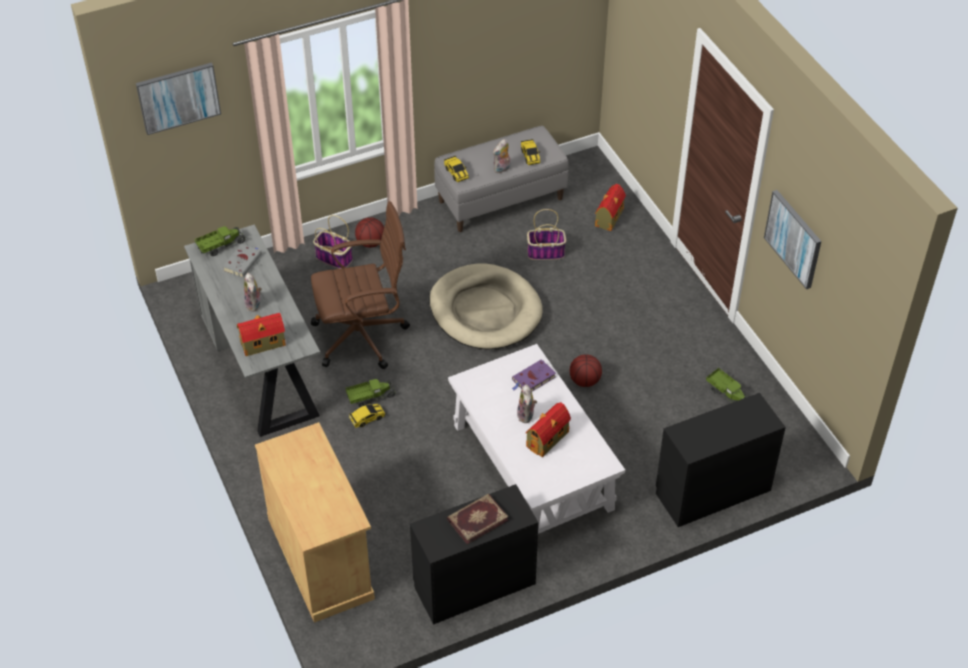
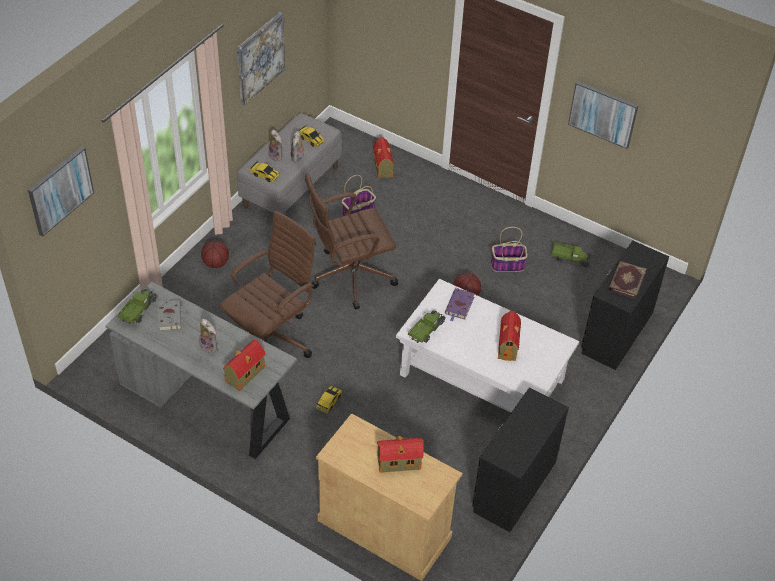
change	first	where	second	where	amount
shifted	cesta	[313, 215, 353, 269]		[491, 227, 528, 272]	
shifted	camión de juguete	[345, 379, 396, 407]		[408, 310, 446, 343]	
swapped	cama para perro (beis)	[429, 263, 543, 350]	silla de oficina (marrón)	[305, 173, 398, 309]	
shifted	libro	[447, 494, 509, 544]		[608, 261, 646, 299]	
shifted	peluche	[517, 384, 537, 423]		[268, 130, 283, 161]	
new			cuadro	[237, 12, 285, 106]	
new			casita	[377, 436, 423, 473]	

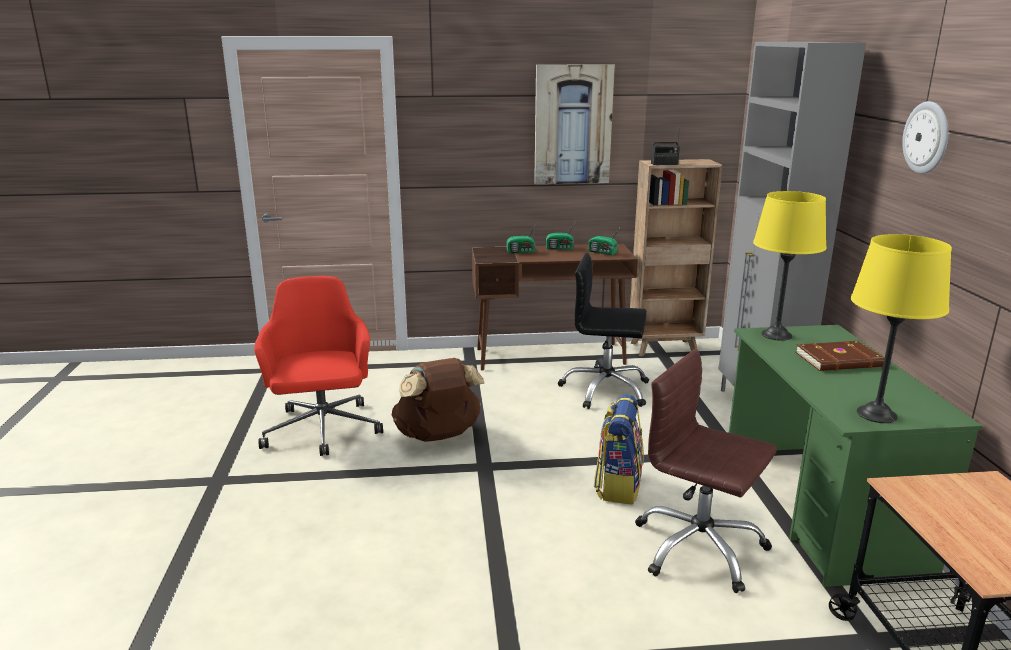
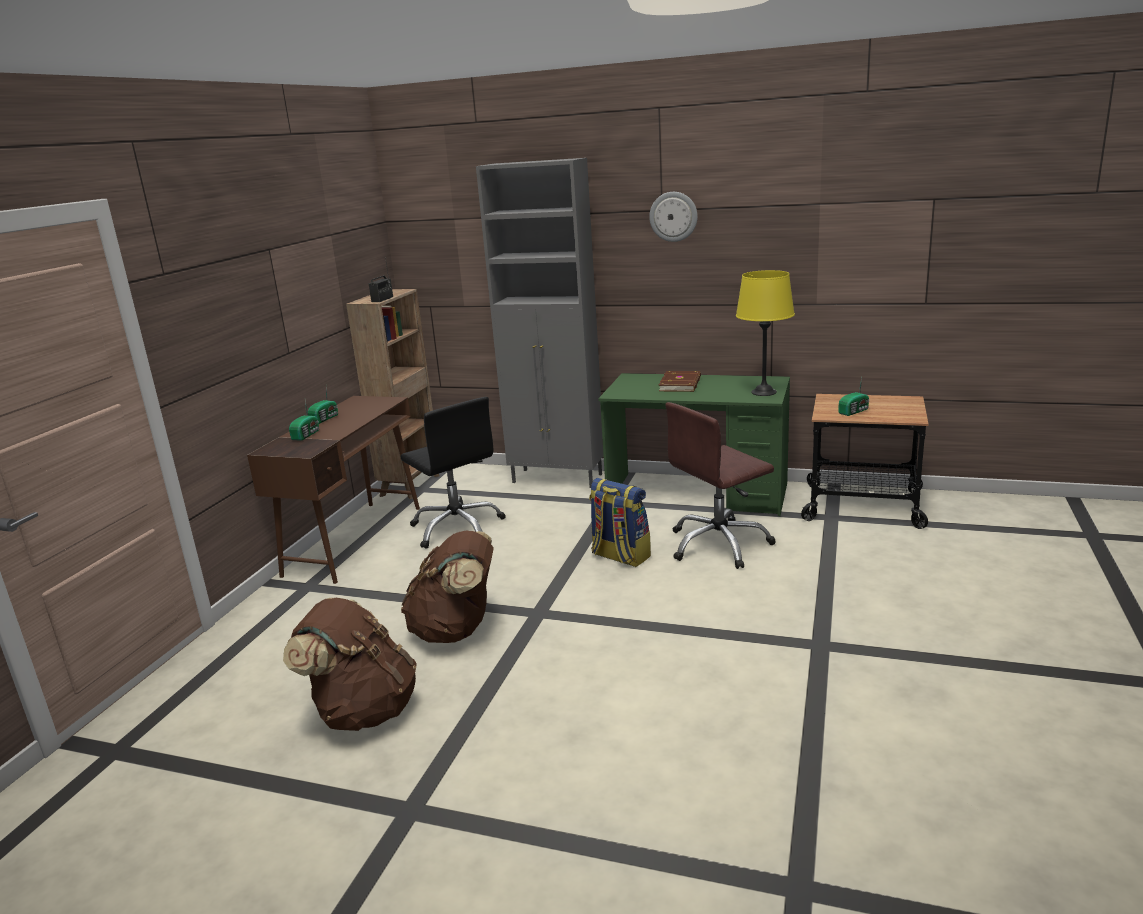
change	first	where	second	where	amount
swapped	silla de oficina (rojo)	[254, 276, 383, 456]	mochila (marrón)	[283, 598, 417, 731]	
gone	cuadro	[534, 64, 615, 184]			
rotated	silla de oficina (negro)	[558, 253, 649, 409]		[401, 397, 506, 549]	75 degrees counterclockwise
shifted	radio	[588, 226, 621, 255]		[838, 378, 869, 416]	
gone	lámpara de mesa (amarillo)	[753, 191, 827, 341]			

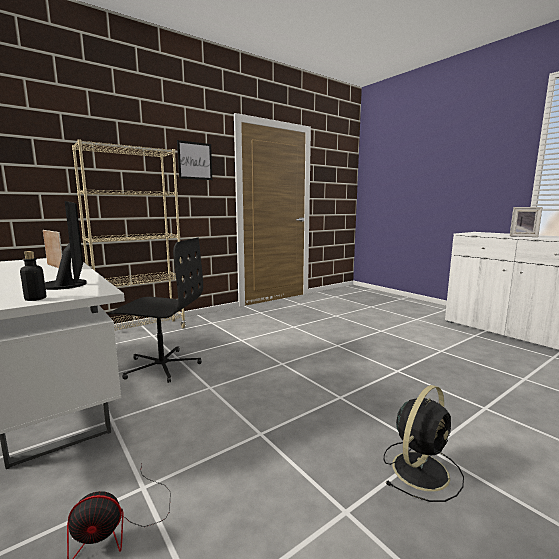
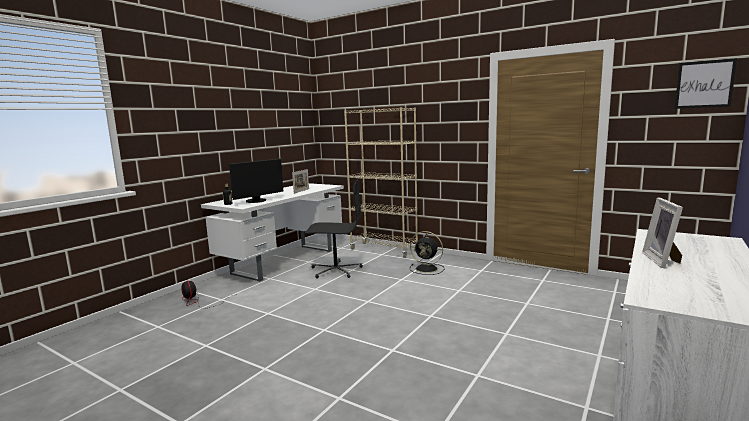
change	first	where	second	where	amount
rotated	silla de oficina (negro)	[108, 237, 203, 383]		[305, 178, 363, 278]	75 degrees counterclockwise
shifted	cuadro	[177, 140, 212, 180]		[675, 58, 737, 109]	
shifted	ventilador (negro)	[384, 385, 464, 502]		[410, 231, 444, 275]	

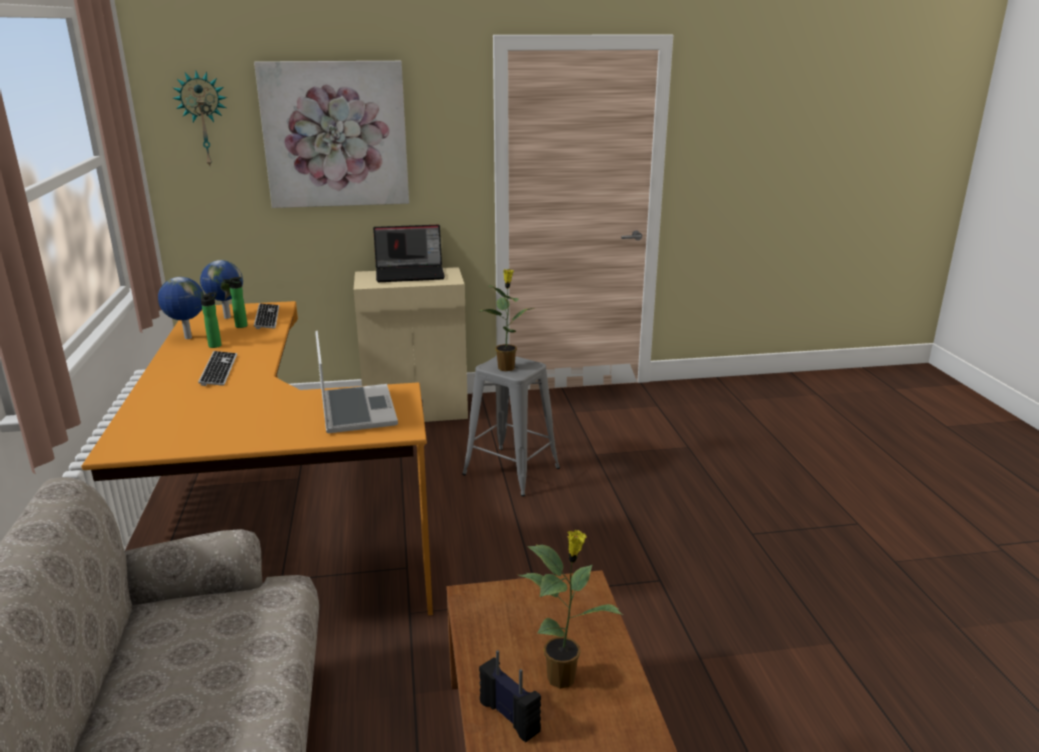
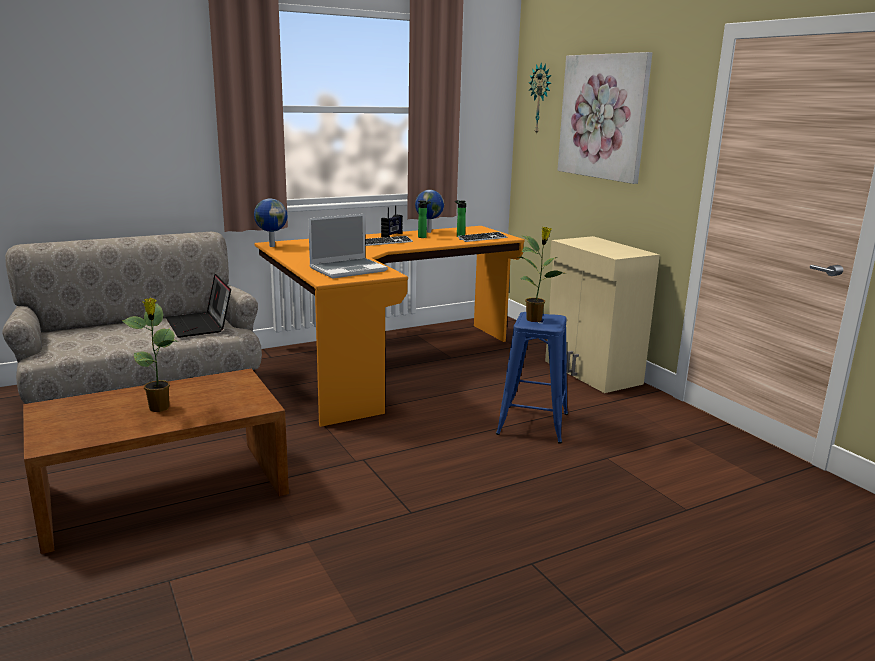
change	first	where	second	where	amount
shifted	globo terráqueo	[200, 260, 243, 319]		[254, 199, 287, 247]	
shifted	portátil	[373, 225, 445, 282]		[165, 274, 231, 338]	
repainted	taburete (gris)	[462, 356, 560, 496]	taburete (azul)	[496, 312, 568, 444]	
shifted	radio	[479, 650, 541, 742]		[381, 206, 403, 237]	

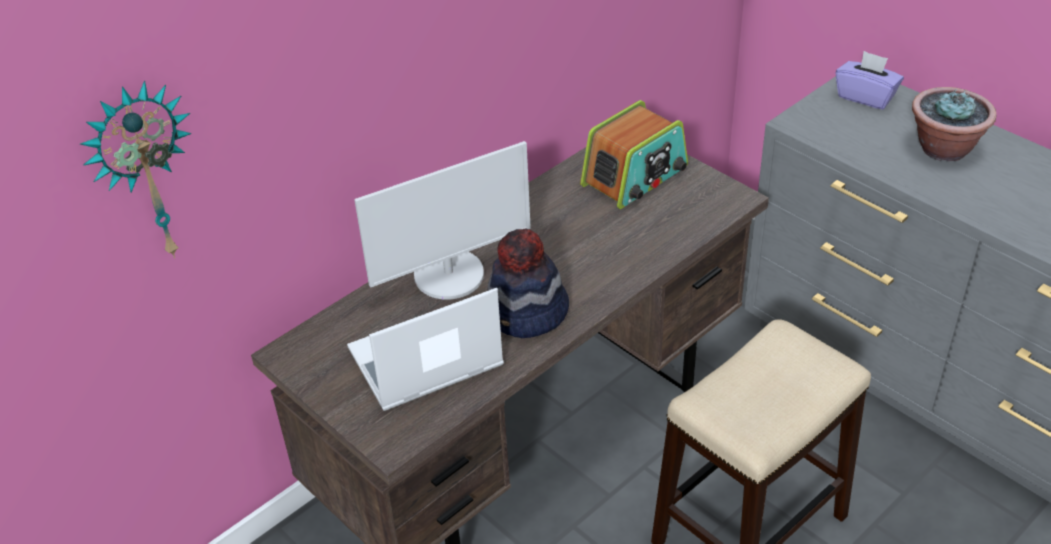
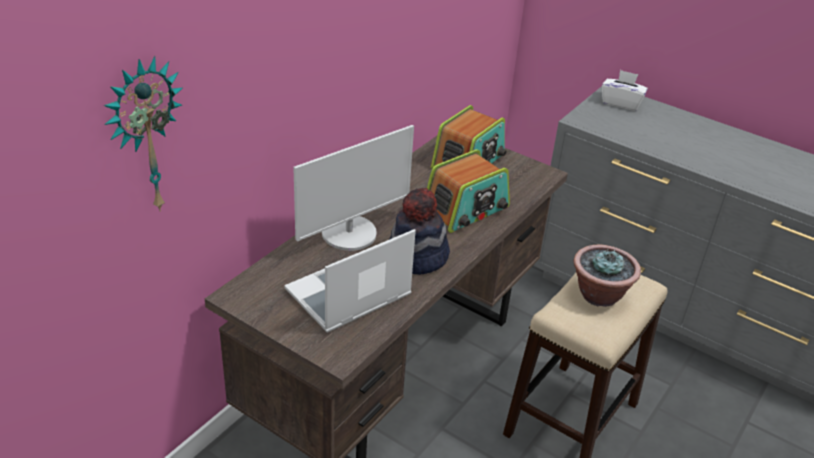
change	first	where	second	where	amount
repainted	caja de pañuelos (morado)	[836, 51, 904, 110]	caja de pañuelos (blanco)	[602, 70, 648, 111]	
shifted	planta en maceta	[912, 87, 996, 161]		[574, 245, 641, 307]	
new			radio	[427, 149, 510, 233]	

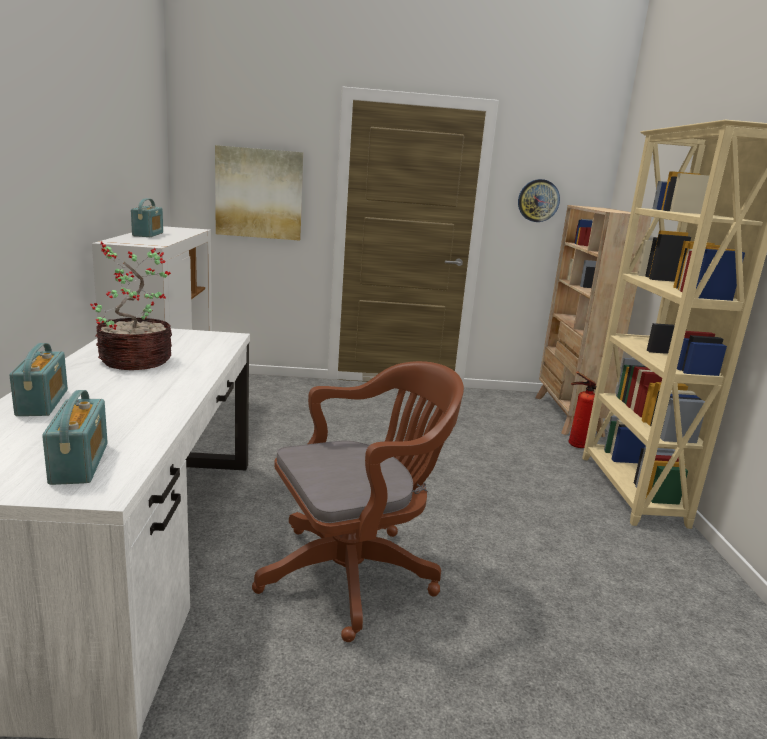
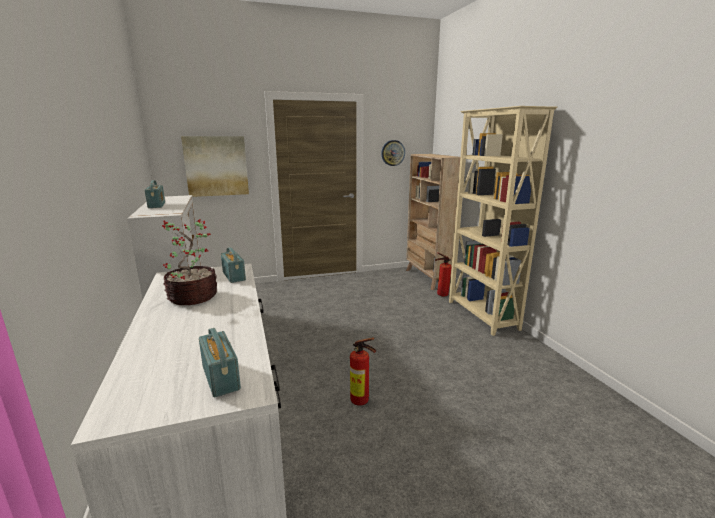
change	first	where	second	where	amount
shifted	radio	[9, 343, 68, 416]		[221, 247, 246, 283]	
swapped	silla de oficina (marrón)	[252, 361, 464, 642]	extintor	[350, 337, 376, 406]	

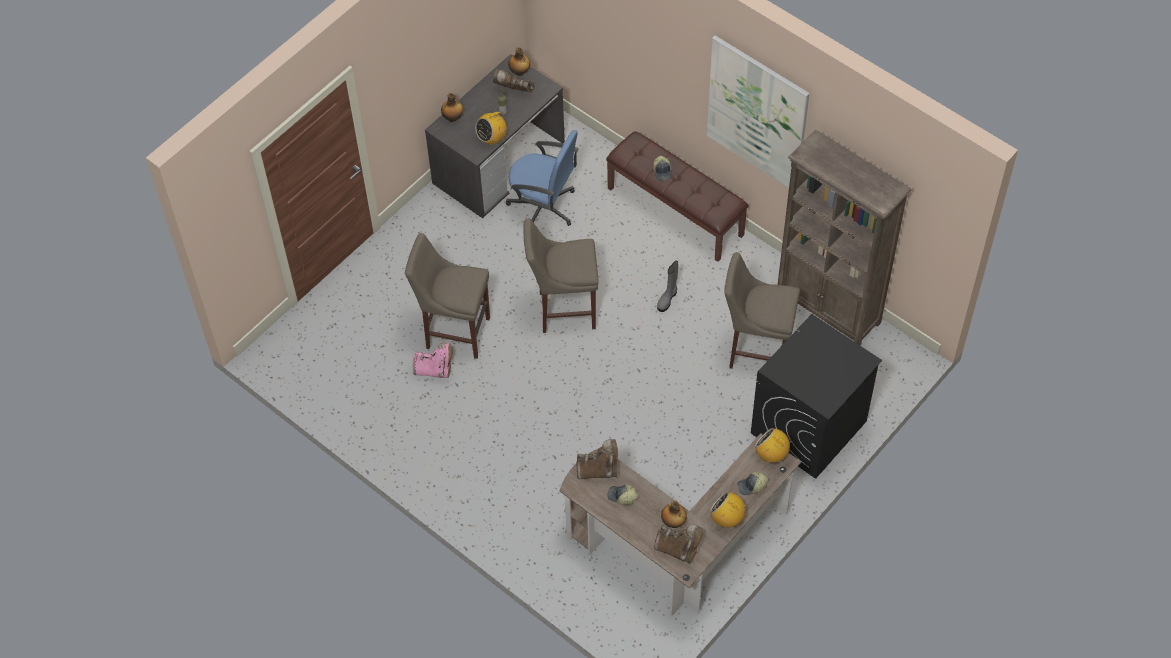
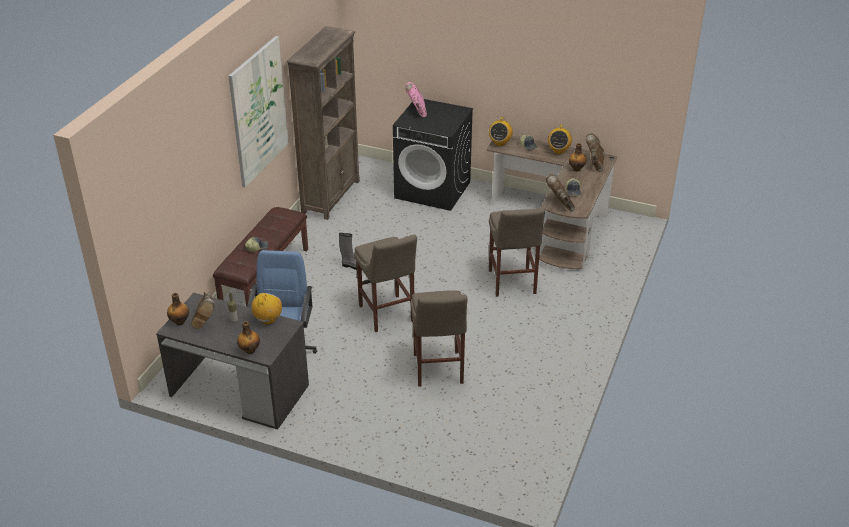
change	first	where	second	where	amount
shifted	bota (rosa)	[413, 342, 452, 378]		[405, 82, 427, 118]	
rotated	radio	[475, 111, 507, 145]		[251, 293, 282, 324]	105 degrees counterclockwise
shifted	taburete (beis)	[724, 252, 800, 369]		[489, 208, 545, 297]	

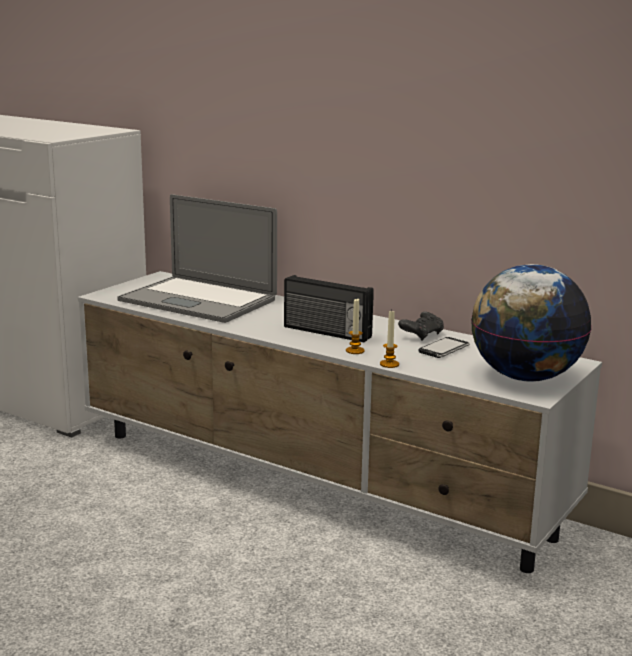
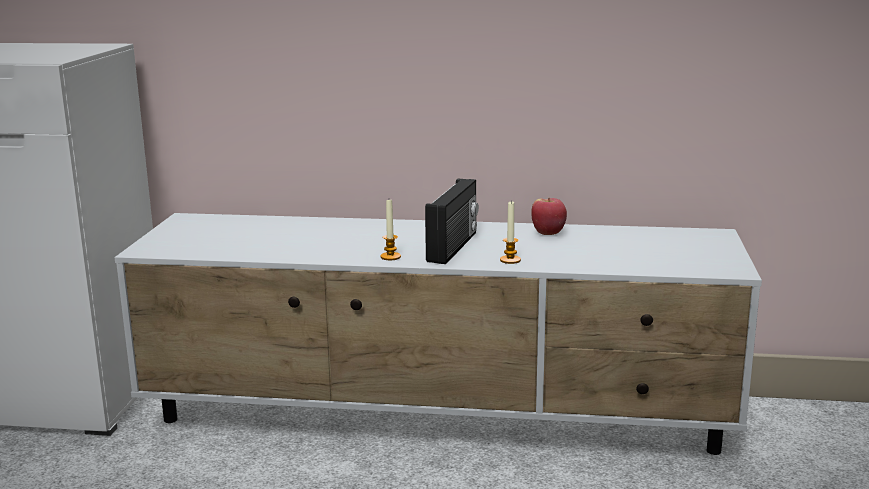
change	first	where	second	where	amount
gone	portátil	[118, 194, 277, 323]			
rotated	radio	[284, 275, 374, 342]		[425, 179, 479, 264]	75 degrees counterclockwise
shifted	vela	[380, 311, 399, 368]		[380, 200, 401, 260]	
swapped	mando de consola (negro)	[398, 312, 444, 341]	manzana	[531, 198, 567, 235]	
gone	móvil	[419, 337, 470, 358]			
gone	globo terráqueo	[471, 264, 592, 382]			

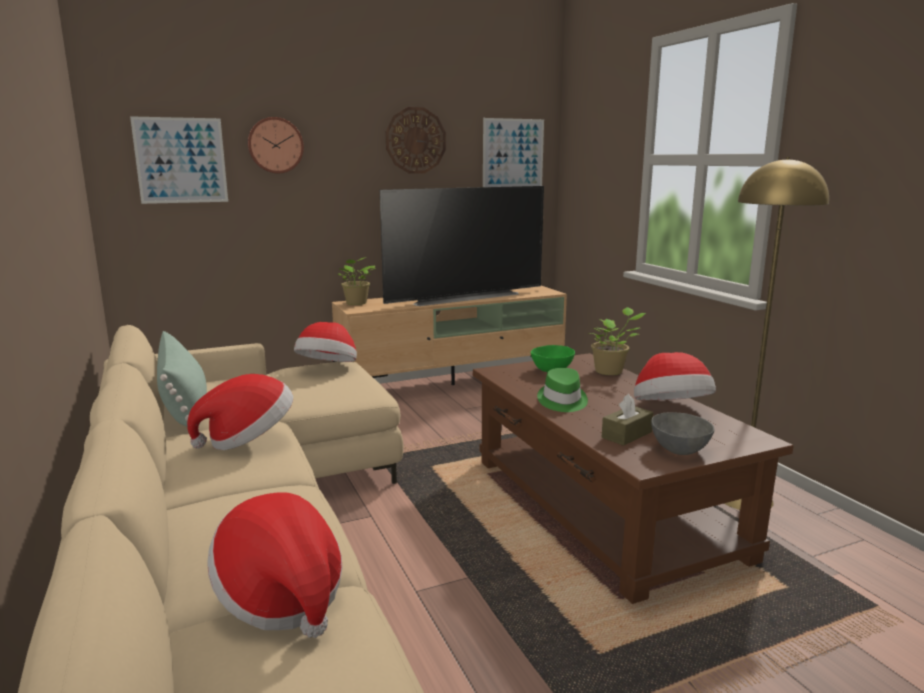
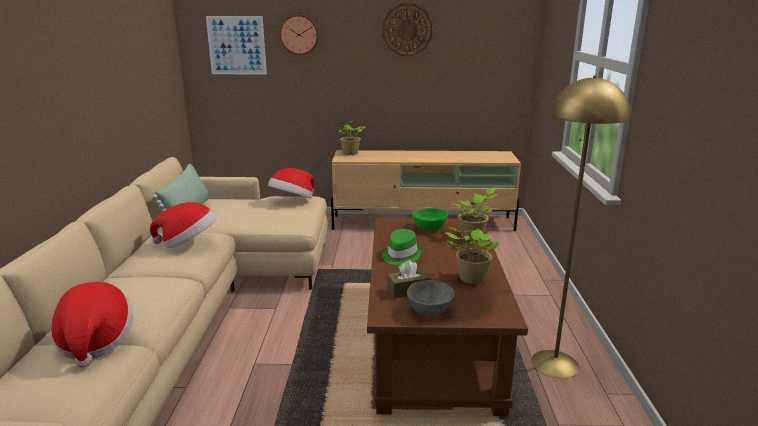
change	first	where	second	where	amount
gone	televisor	[380, 186, 544, 306]			
gone	cuadro	[483, 118, 544, 187]			
swapped	sombrero	[634, 352, 716, 400]	planta en maceta	[444, 227, 500, 284]	

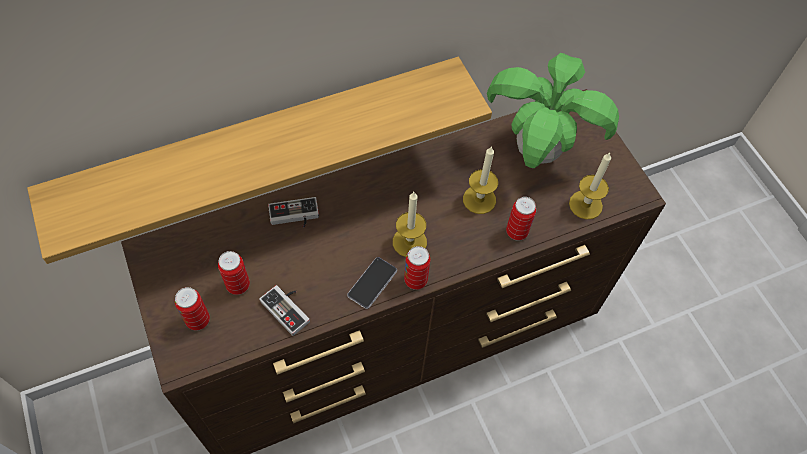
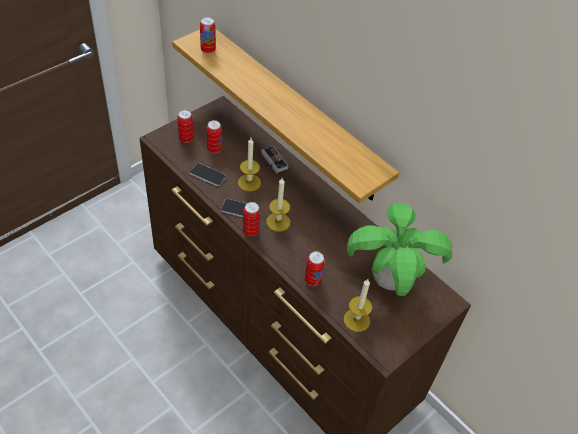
change	first	where	second	where	amount
swapped	mando de consola	[259, 285, 310, 336]	móvil	[189, 163, 227, 186]	
shifted	vela	[463, 146, 498, 214]		[238, 138, 261, 192]	
new			lata	[200, 17, 216, 54]	

